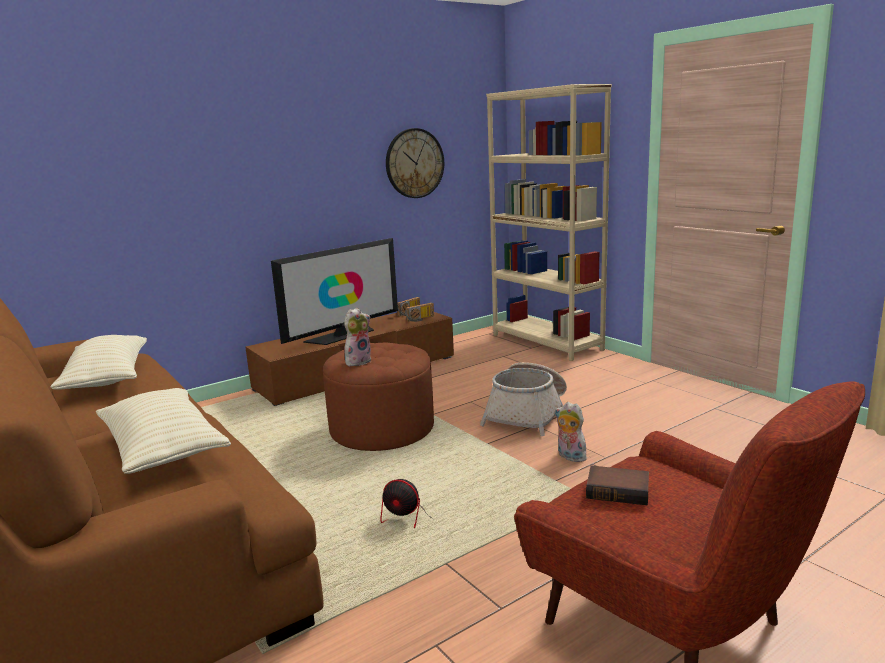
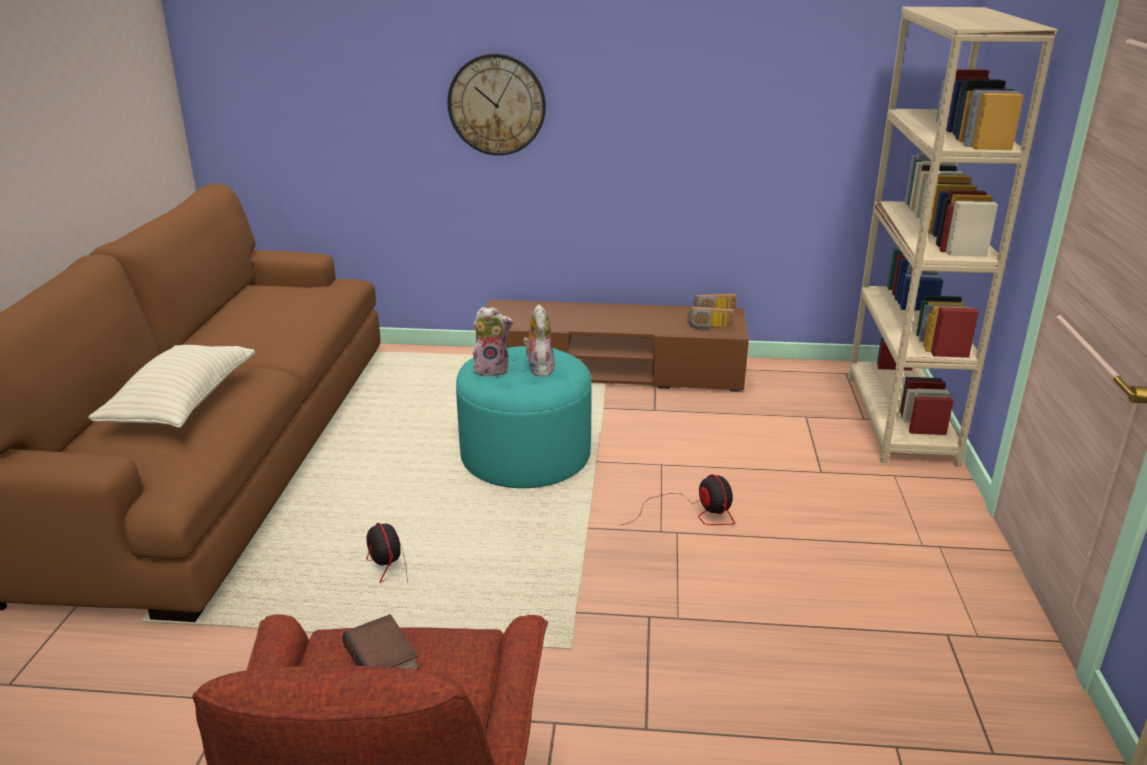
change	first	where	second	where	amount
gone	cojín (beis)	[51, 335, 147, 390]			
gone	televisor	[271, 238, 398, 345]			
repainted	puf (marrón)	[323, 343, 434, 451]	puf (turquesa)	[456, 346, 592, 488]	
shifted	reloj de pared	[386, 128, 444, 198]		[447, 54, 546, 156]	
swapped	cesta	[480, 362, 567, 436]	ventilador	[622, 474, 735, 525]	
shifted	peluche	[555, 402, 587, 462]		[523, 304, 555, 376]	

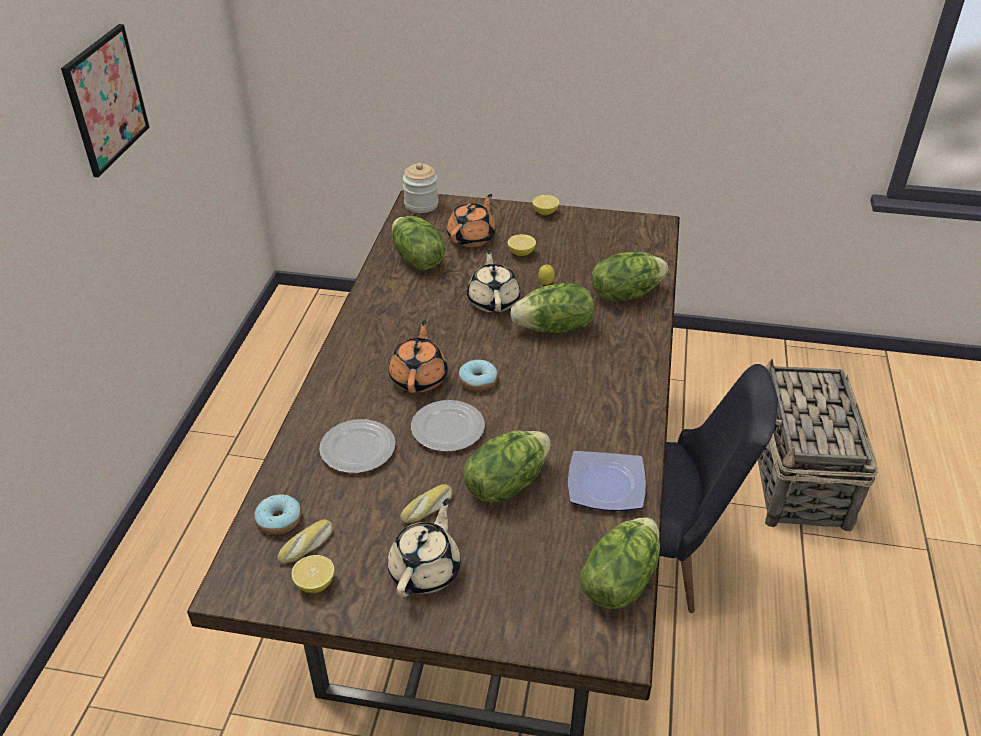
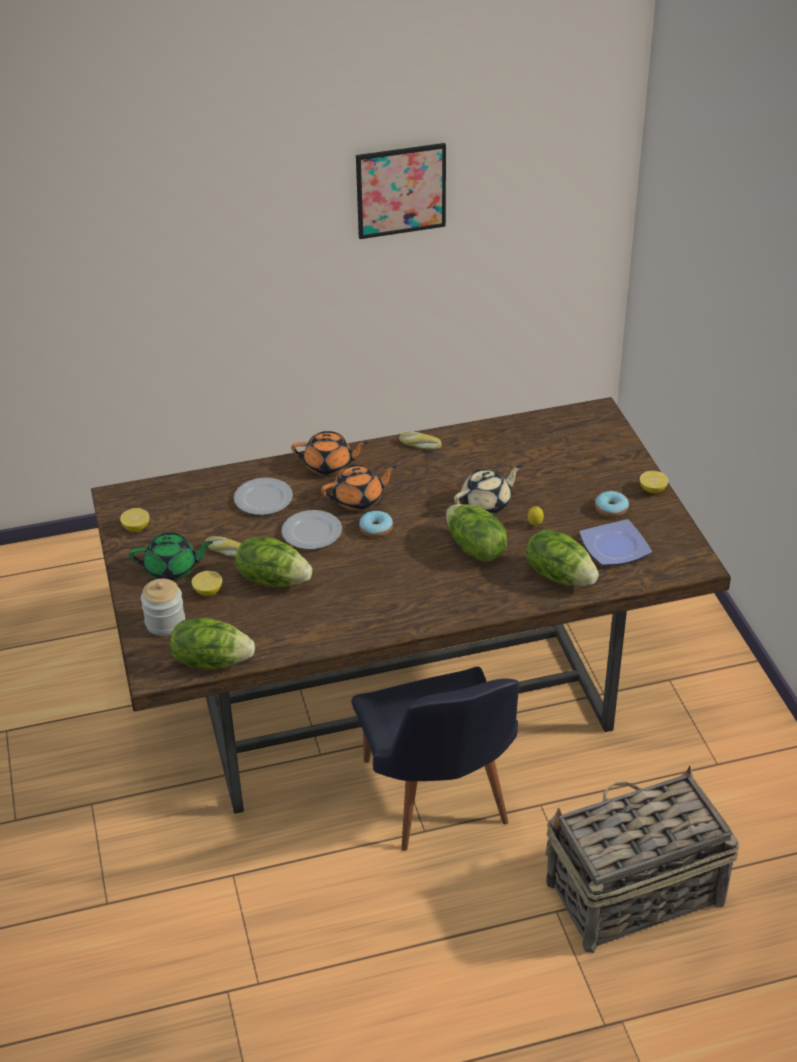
change	first	where	second	where	amount
shifted	rosquilla	[255, 494, 301, 535]		[595, 491, 629, 518]	
shifted	pan	[277, 519, 333, 564]		[399, 432, 442, 450]	
repainted	tetera (beis)	[387, 498, 461, 597]	tetera (verde)	[129, 533, 213, 581]	
gone	lechuga	[392, 216, 445, 270]			
shifted	tarro	[403, 163, 438, 213]		[141, 579, 185, 636]	
shifted	tetera (naranja)	[447, 194, 495, 247]		[291, 431, 369, 475]	
shifted	limón	[508, 234, 536, 256]		[192, 571, 222, 596]	
shifted	plato	[568, 451, 646, 511]		[579, 519, 652, 566]	

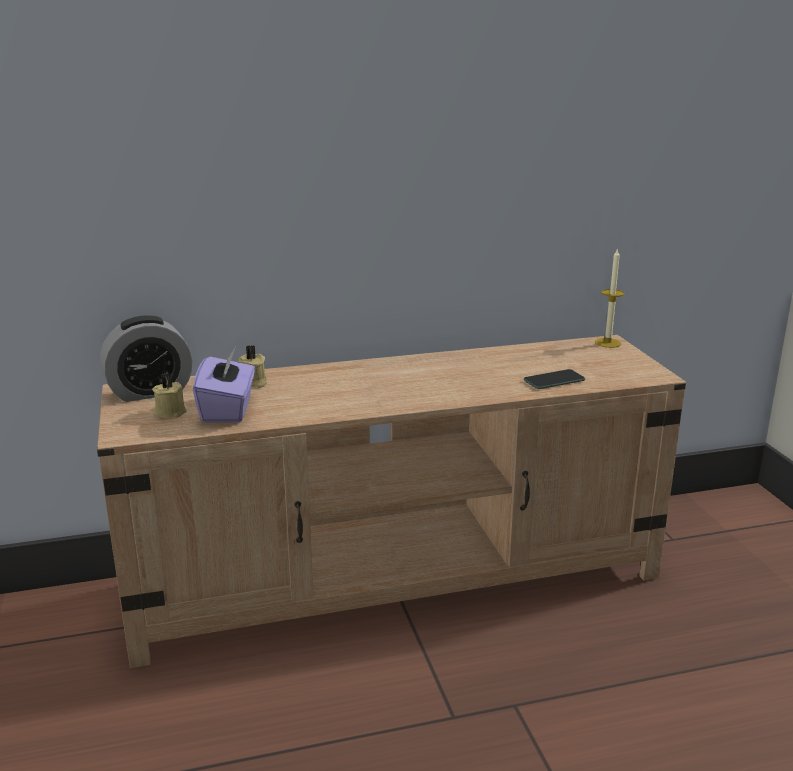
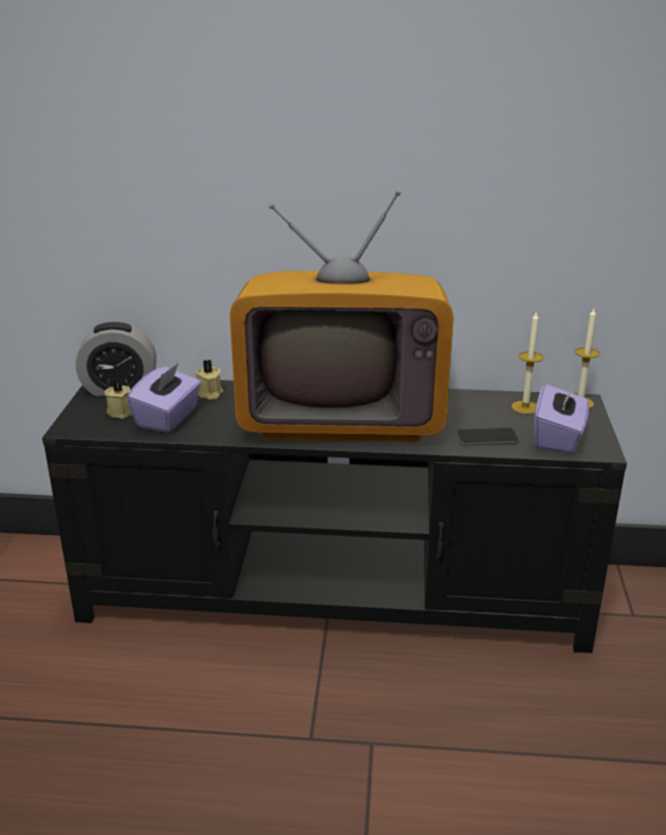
change	first	where	second	where	amount
repainted	mueble de televisión (beis)	[97, 335, 686, 668]	mueble de televisión (negro)	[42, 380, 627, 653]	
new			televisor	[230, 190, 454, 442]	
new			vela	[512, 311, 543, 414]	
new			caja de pañuelos (morado)	[534, 383, 589, 454]	

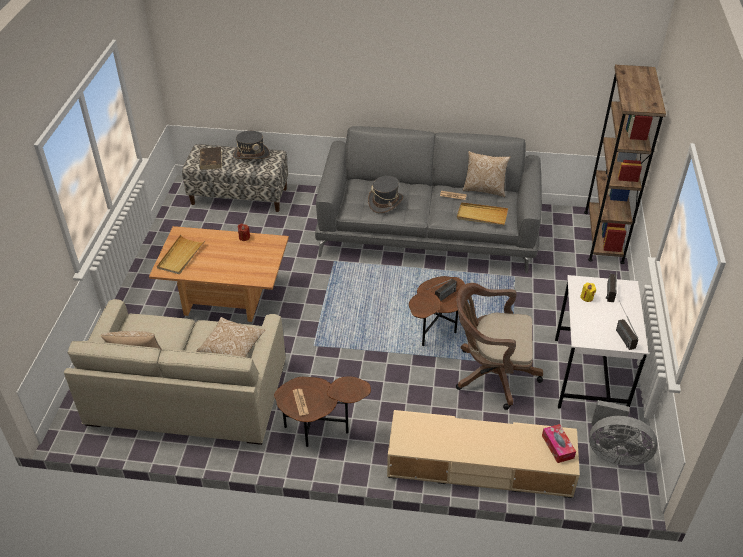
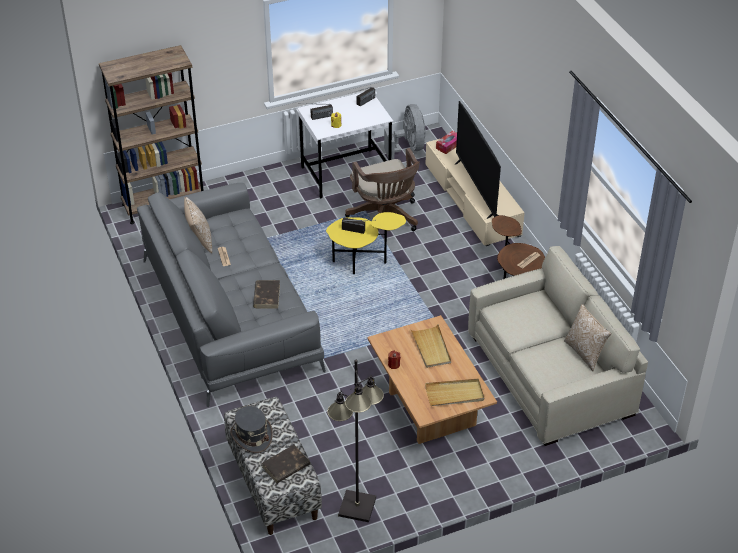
change	first	where	second	where	amount
gone	cojín	[196, 317, 265, 357]			
swapped	sombrero (gris)	[368, 176, 403, 213]	libro (marrón)	[253, 280, 280, 309]	
repainted	mesa auxiliar (marrón)	[409, 276, 468, 346]	mesa auxiliar (amarillo)	[326, 212, 406, 274]	
shifted	bandeja (beis)	[457, 202, 508, 225]		[410, 324, 451, 368]	
new			lámpara de pie (negro)	[327, 359, 384, 522]	
new			televisor	[455, 101, 501, 219]	

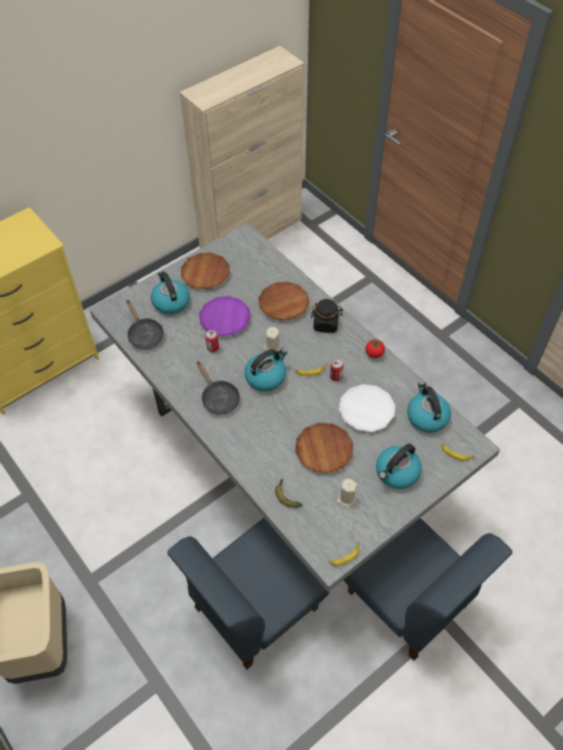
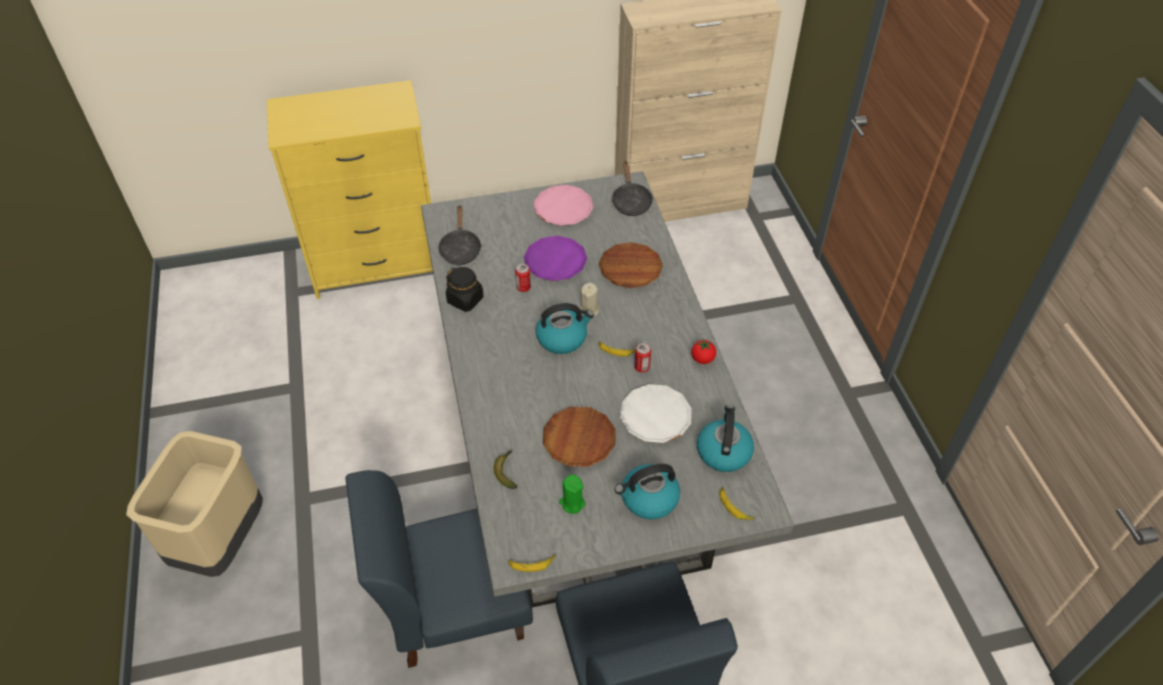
change	first	where	second	where	amount
gone	hervidor	[151, 271, 190, 314]			
repainted	plato (marrón)	[181, 253, 230, 289]	plato (rosa)	[534, 185, 593, 226]	
shifted	sartén (negro)	[196, 361, 240, 415]		[611, 161, 653, 216]	
shifted	tarro (negro)	[311, 299, 343, 333]		[446, 267, 484, 312]	
repainted	vela (beis)	[337, 479, 357, 507]	vela (verde)	[559, 475, 586, 514]	

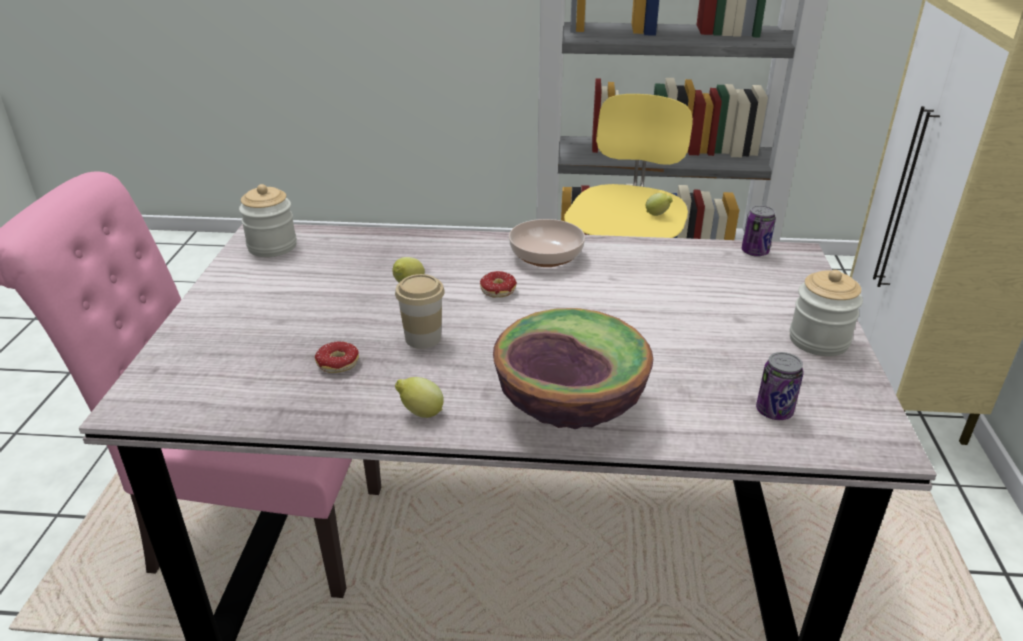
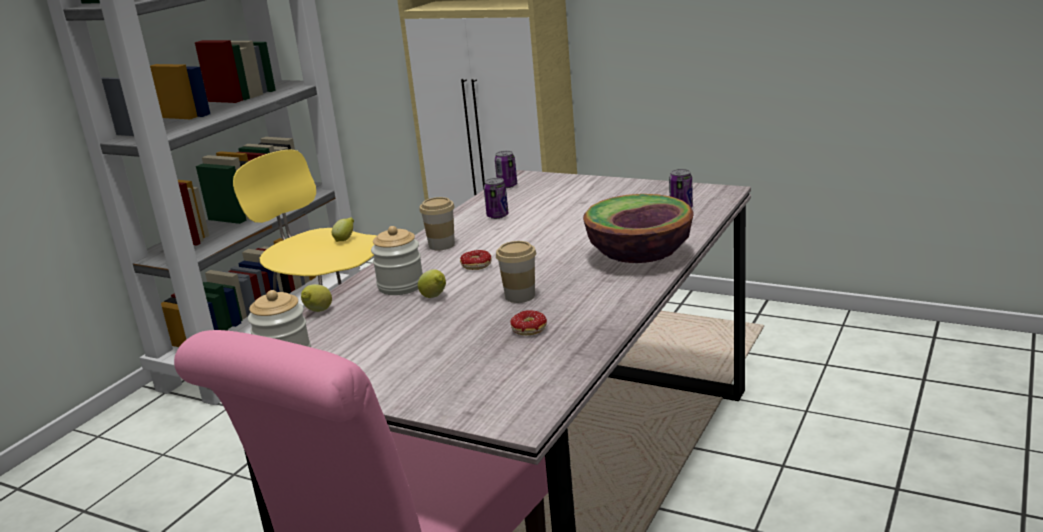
change	first	where	second	where	amount
shifted	limón	[395, 377, 444, 418]		[301, 284, 332, 312]	
swapped	cuenco	[509, 219, 585, 267]	taza	[419, 197, 455, 250]	
shifted	tarro	[790, 270, 863, 356]		[371, 226, 423, 295]	
new			lata	[484, 178, 509, 219]	

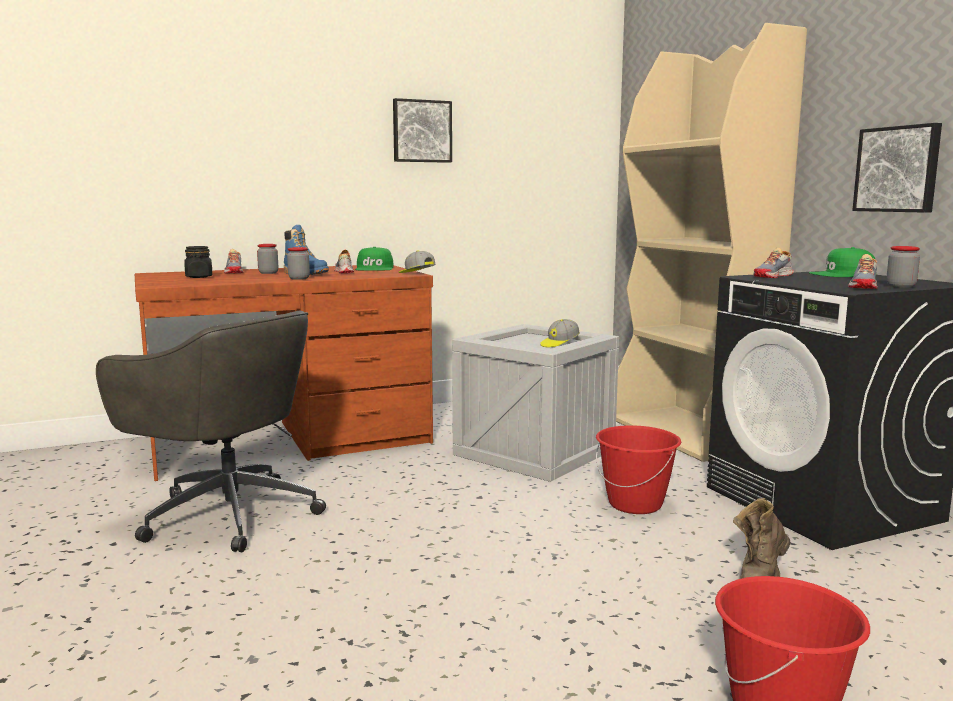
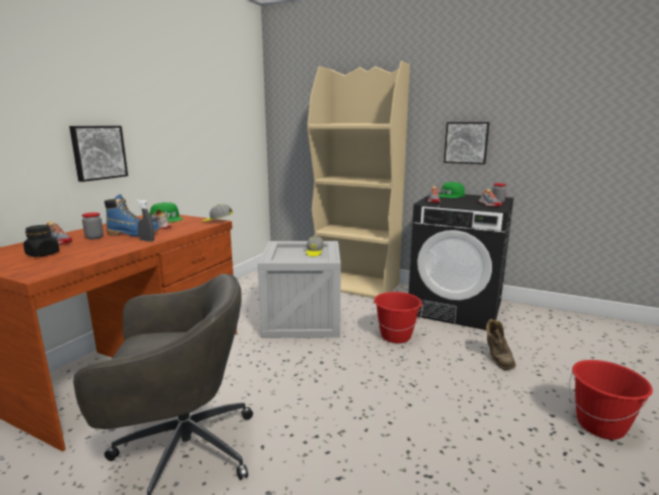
change	first	where	second	where	amount
swapped	tarro	[287, 247, 310, 280]	pulverizador (gris)	[136, 199, 155, 242]	
shifted	cuadro	[393, 98, 452, 163]		[69, 126, 128, 182]	

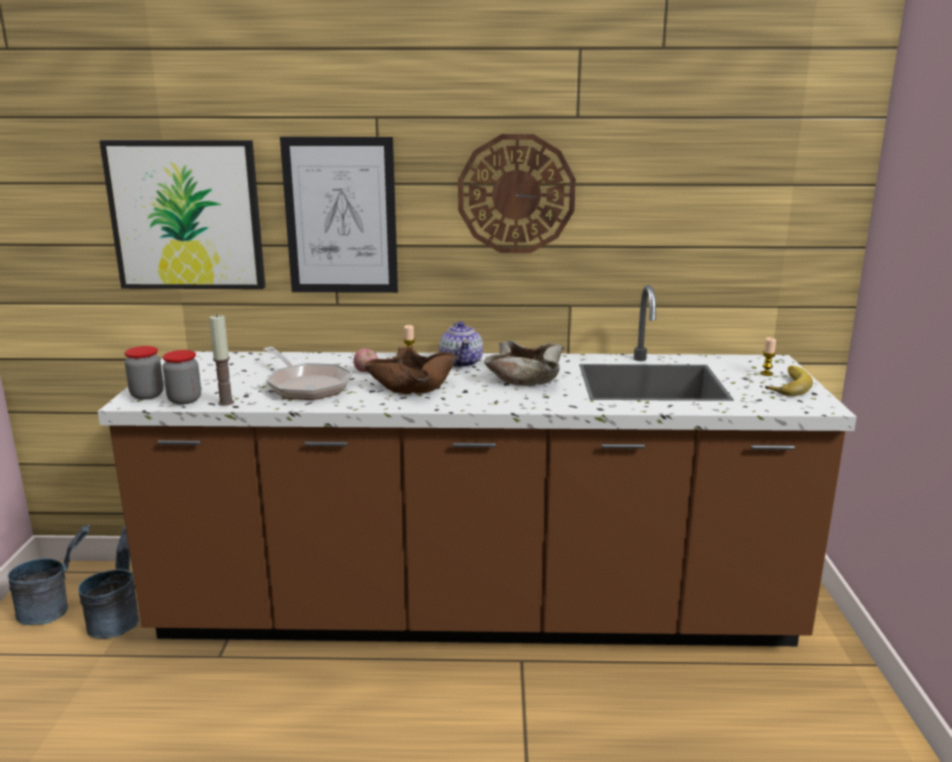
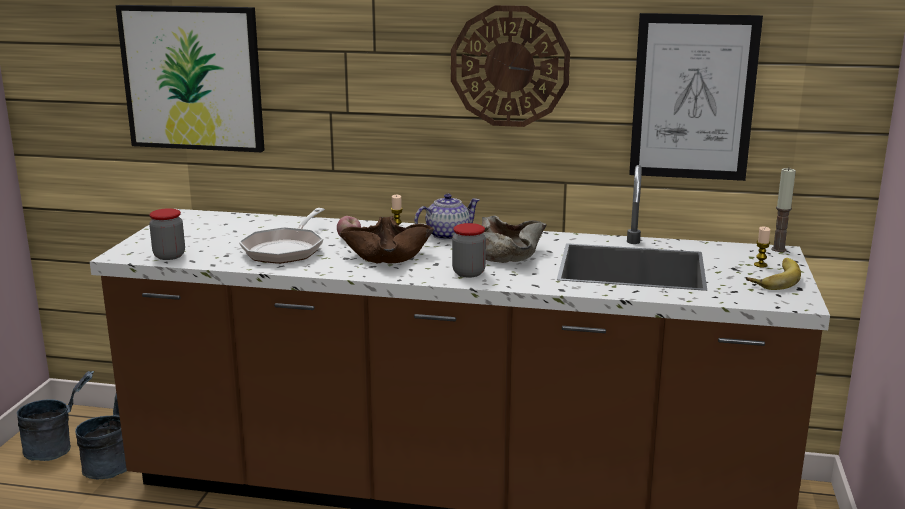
change	first	where	second	where	amount
shifted	tarro	[124, 346, 164, 400]		[452, 223, 486, 278]	
shifted	vela	[209, 314, 234, 406]		[771, 168, 796, 252]	
rotated	sartén	[263, 347, 352, 400]		[239, 208, 325, 264]	45 degrees clockwise
shifted	cuadro	[280, 137, 398, 293]		[629, 13, 763, 181]	
rotated	tetera	[439, 321, 483, 368]		[415, 194, 480, 240]	120 degrees counterclockwise

